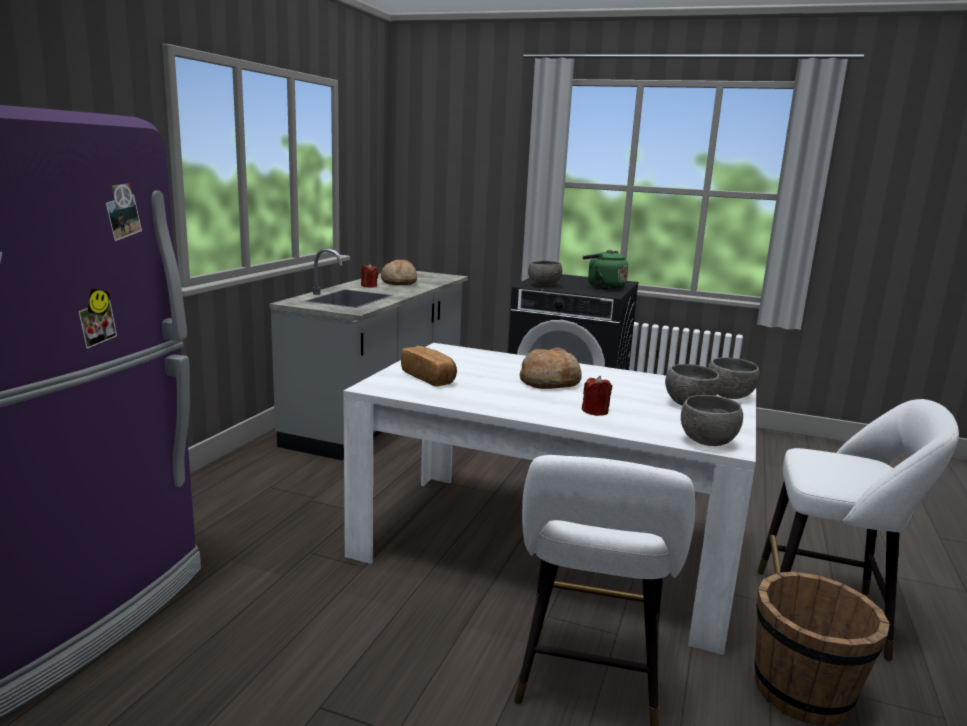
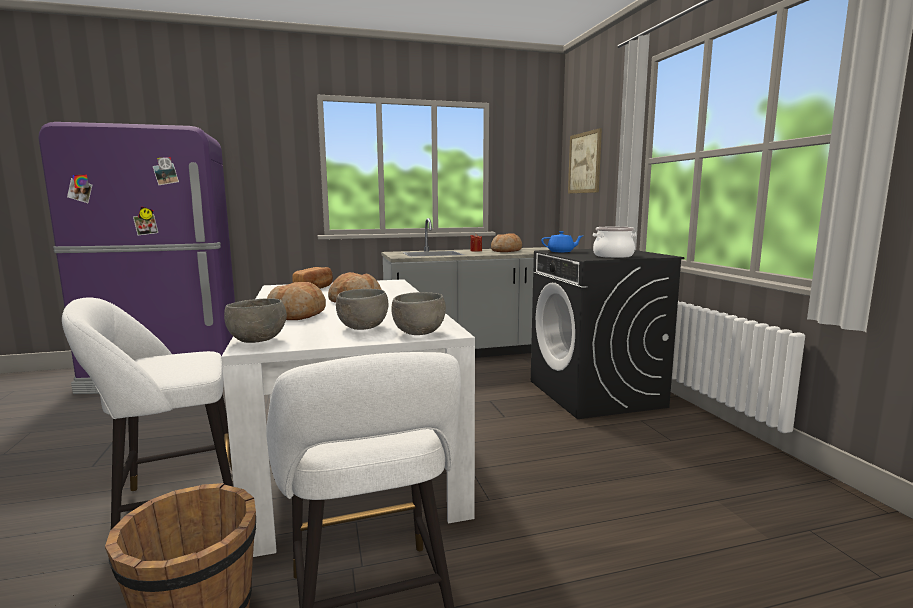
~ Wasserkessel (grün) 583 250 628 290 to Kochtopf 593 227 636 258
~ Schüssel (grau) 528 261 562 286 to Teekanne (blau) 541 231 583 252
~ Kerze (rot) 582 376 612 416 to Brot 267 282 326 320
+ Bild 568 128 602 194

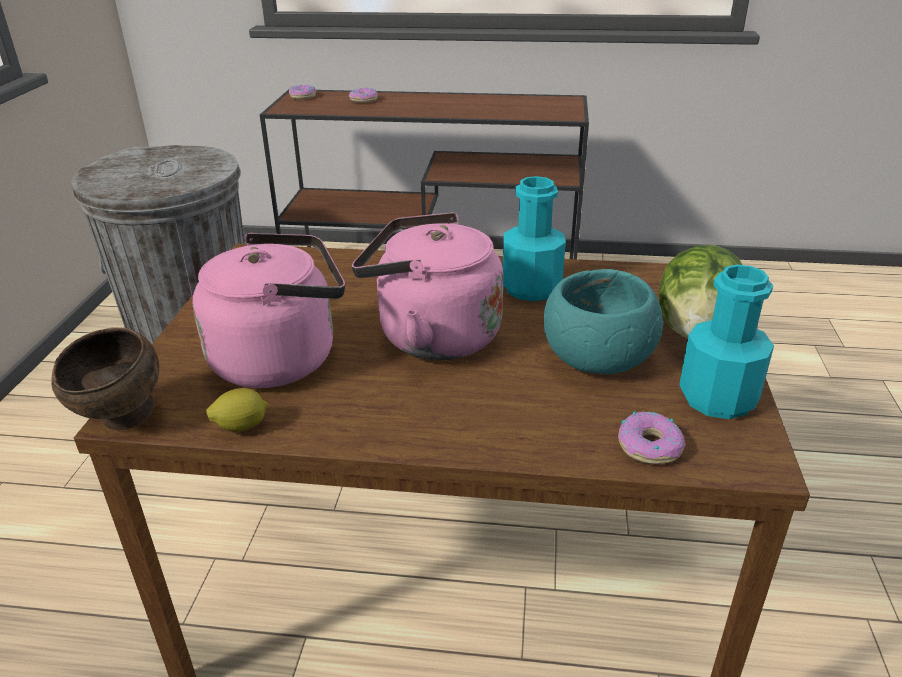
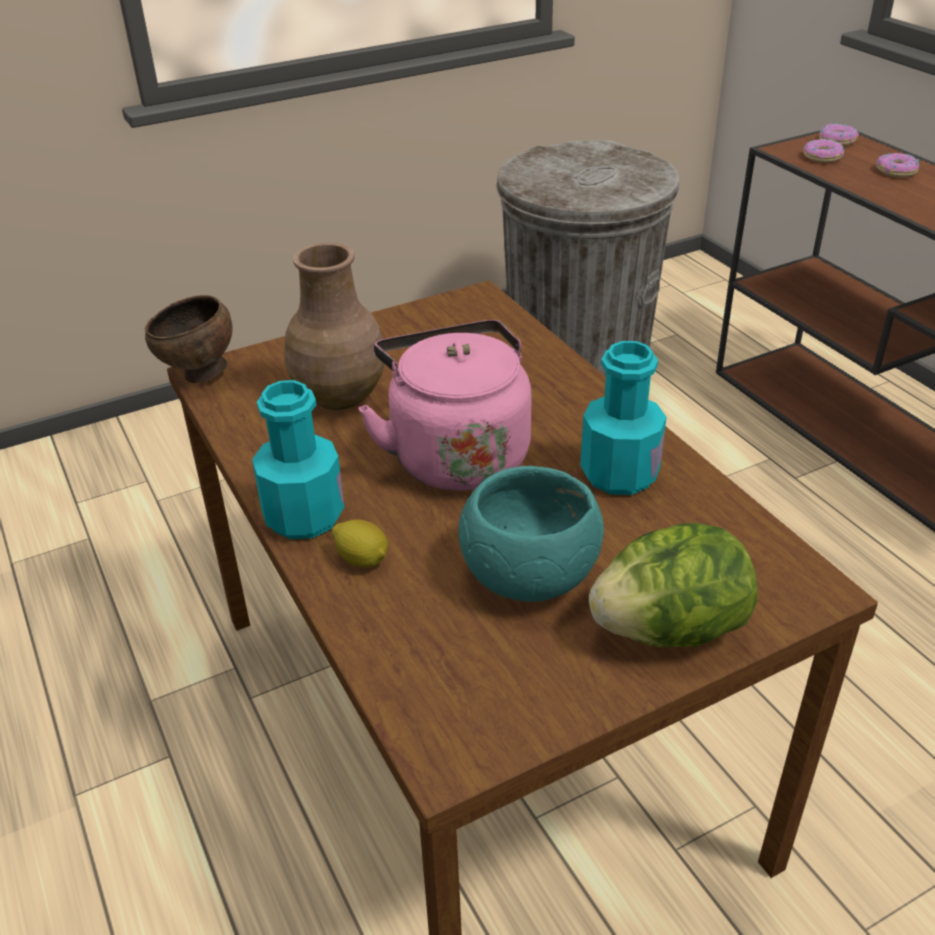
~ Wasserkessel (rosa) 192 233 345 388 to Vase (braun) 284 243 384 410
~ Flasche (türkis) 679 265 774 419 to 252 380 345 539
~ Zitrone 206 388 268 432 to 332 519 388 568
~ Donut 618 412 685 464 to 803 139 844 163

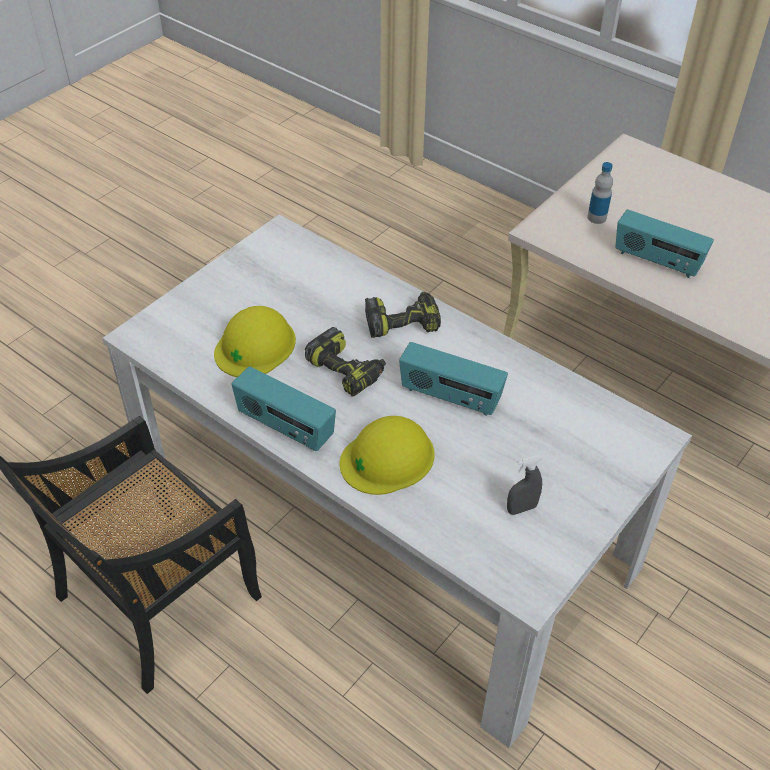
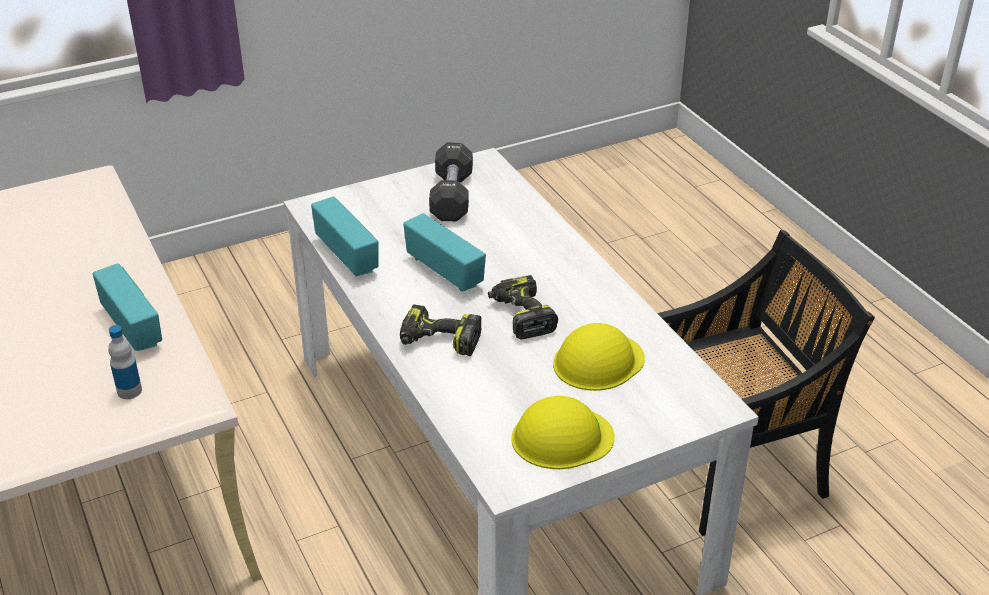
~ Radio 231 366 336 451 to 311 197 379 276
~ Schutzhelm (gelb) 339 416 434 495 to 511 396 615 469
~ Sprühflasche (grau) 507 455 542 515 to Hantel (schwarz) 429 142 473 221

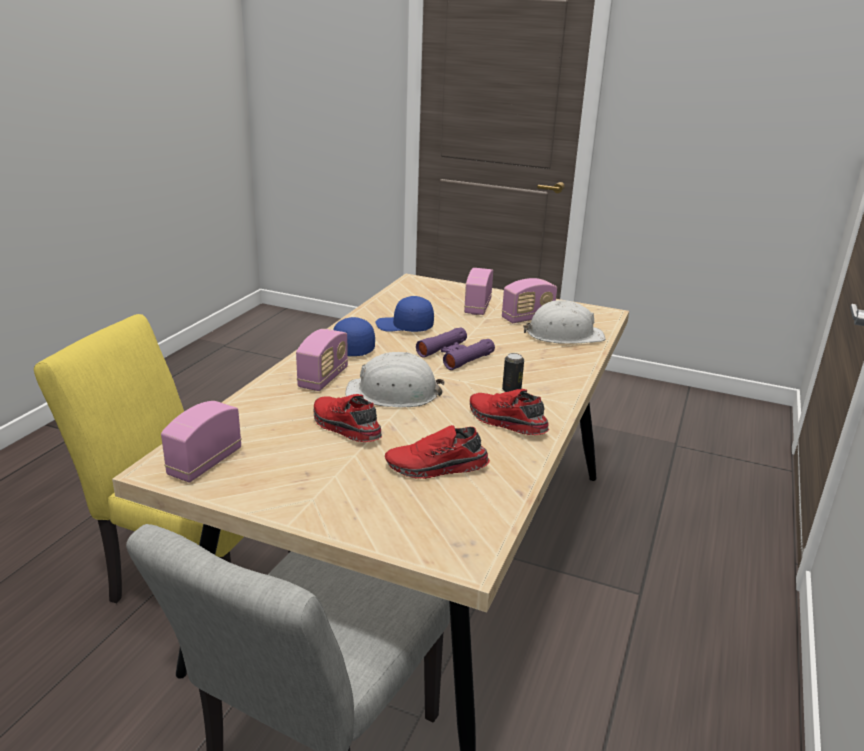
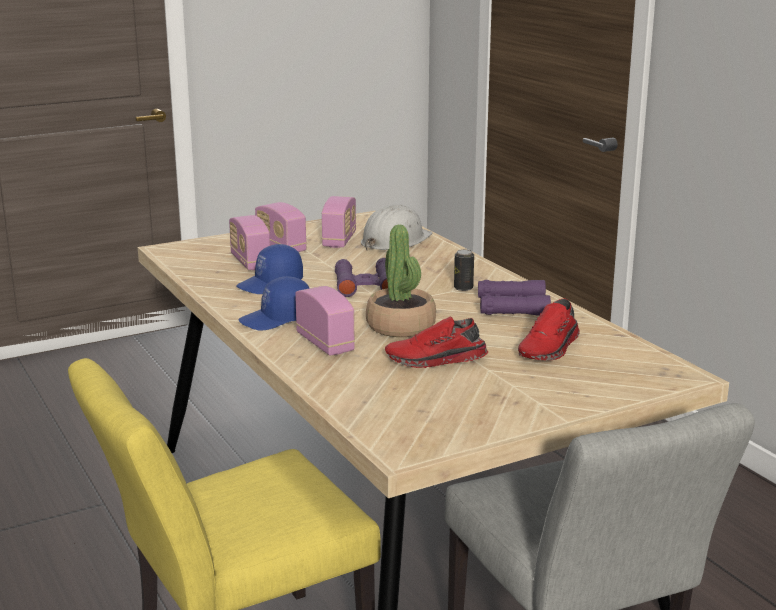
~ Schutzhelm (weiß) 345 352 445 407 to Topfpflanze 366 225 436 337
~ Schuh (rot) 470 389 549 435 to Fernglas (lila) 478 280 551 315
~ Radio 161 401 242 483 to 229 215 270 270

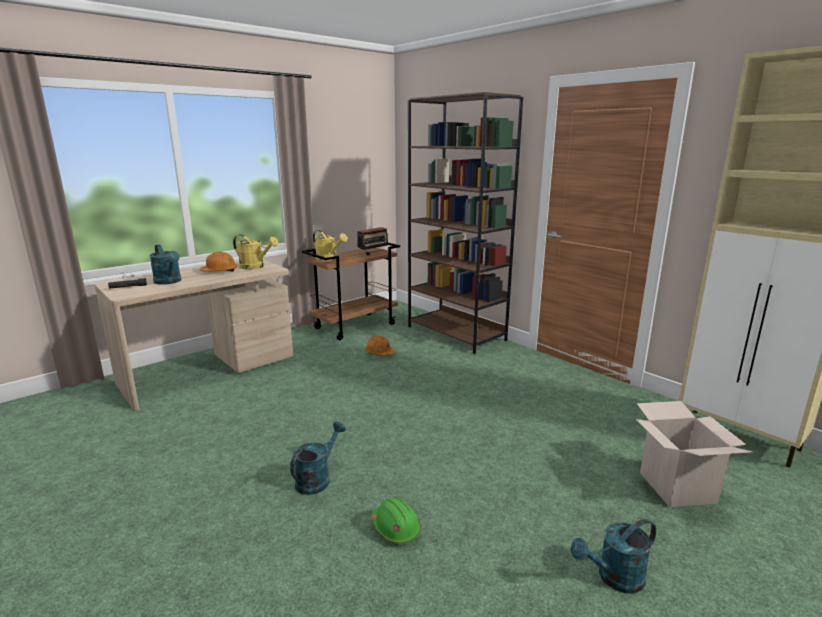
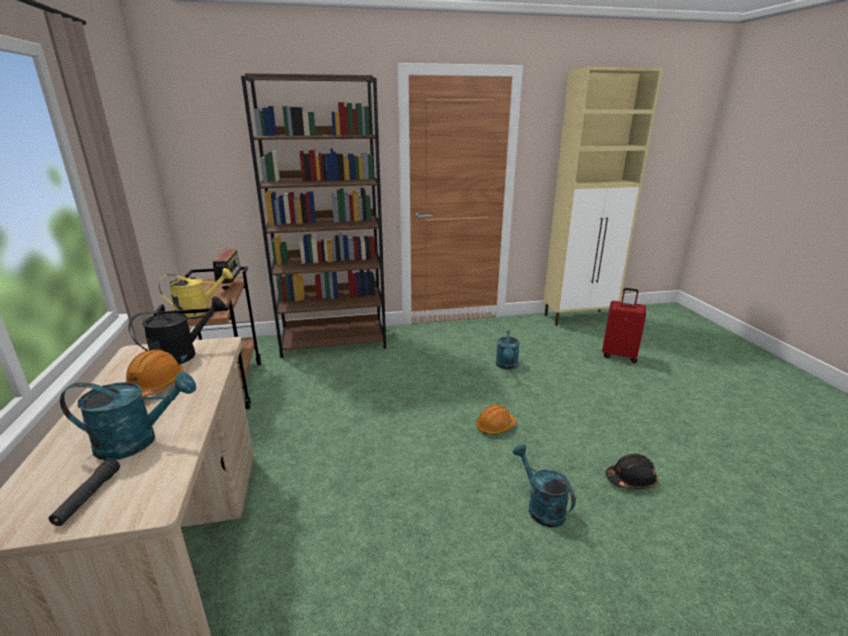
~ Gießkanne (gelb) 233 234 279 269 to Gießkanne (schwarz) 129 296 226 365
~ Schutzhelm (orange) 365 336 395 355 to 476 404 516 435
~ Karton 636 401 753 507 to Koffer (rot) 602 288 646 363
~ Schutzhelm (grün) 370 497 421 544 to Schutzhelm (schwarz) 606 454 658 489
~ Gießkanne (türkis) 571 519 656 593 to 496 330 520 370

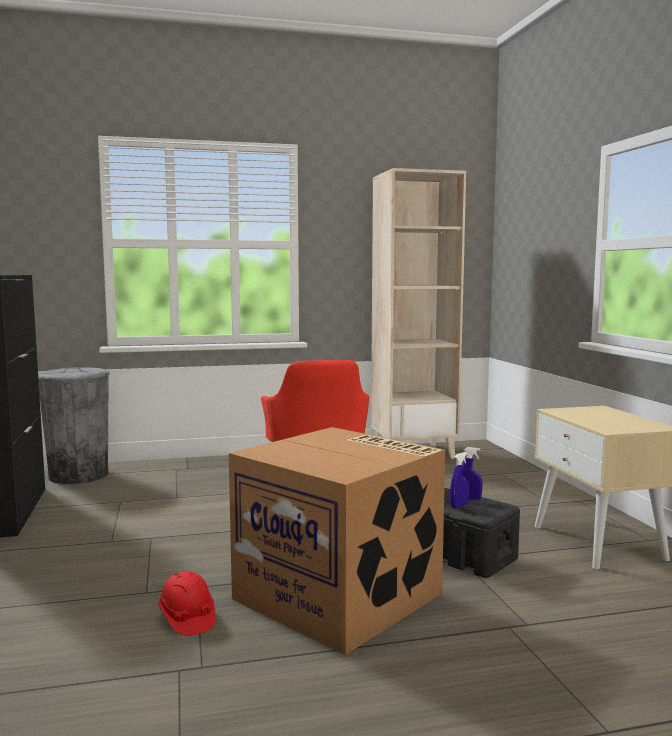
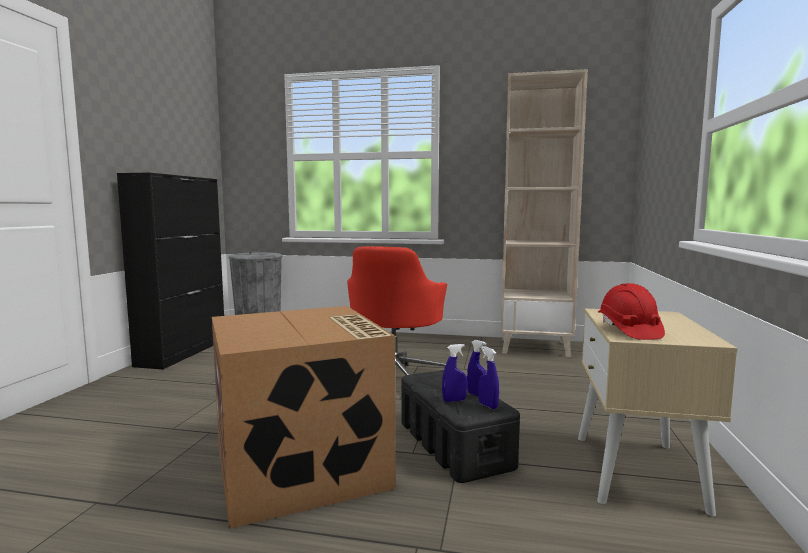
~ Schutzhelm (rot) 158 571 216 636 to 598 283 665 340
+ Sprühflasche (blau) 478 346 499 409

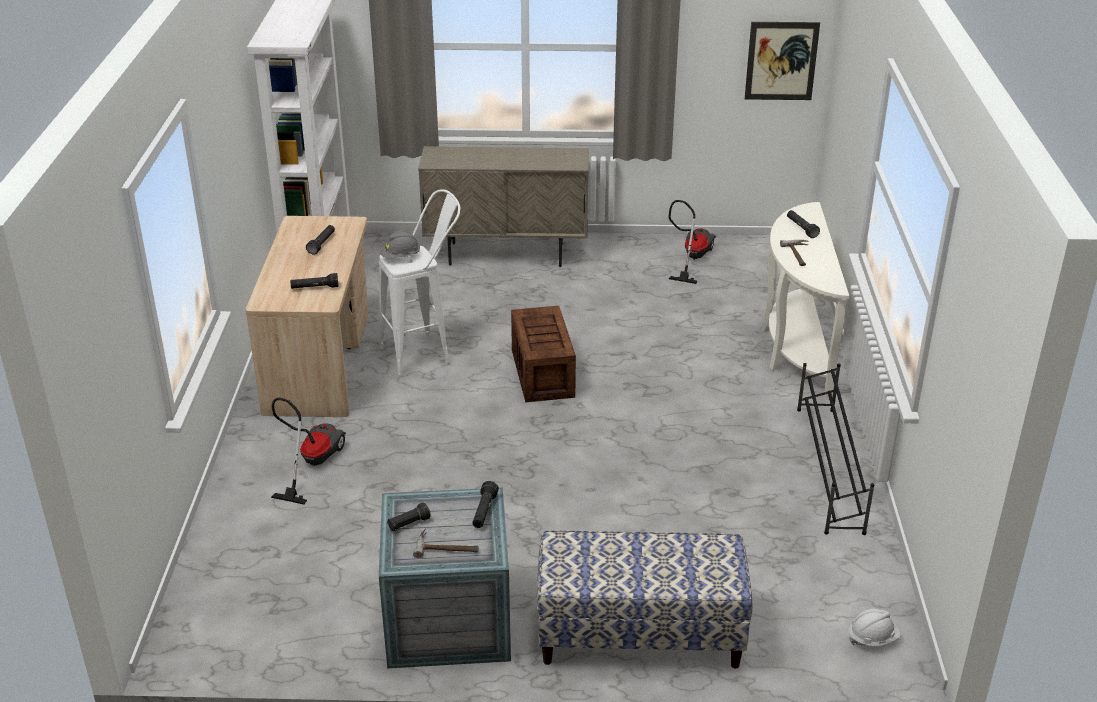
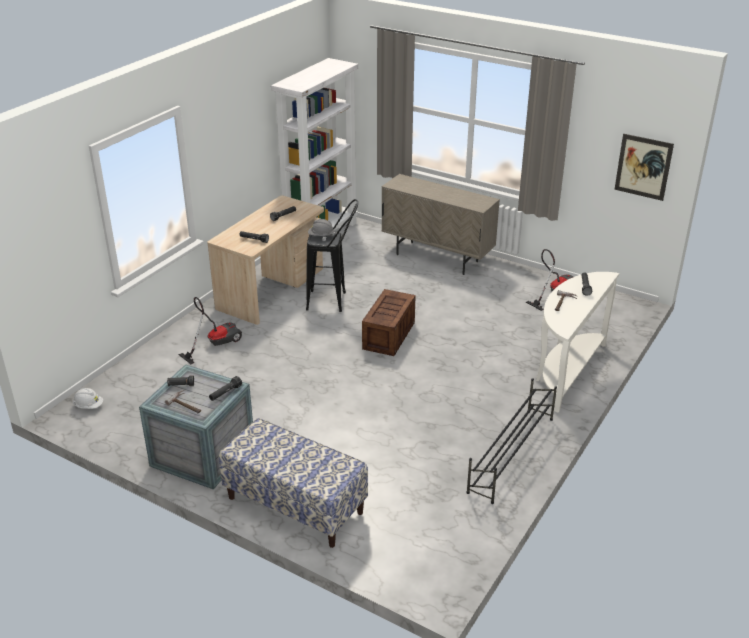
~ Hocker (weiß) 379 189 460 375 to Hocker (schwarz) 306 199 358 312
~ Schutzhelm (weiß) 849 609 901 646 to 73 388 103 409

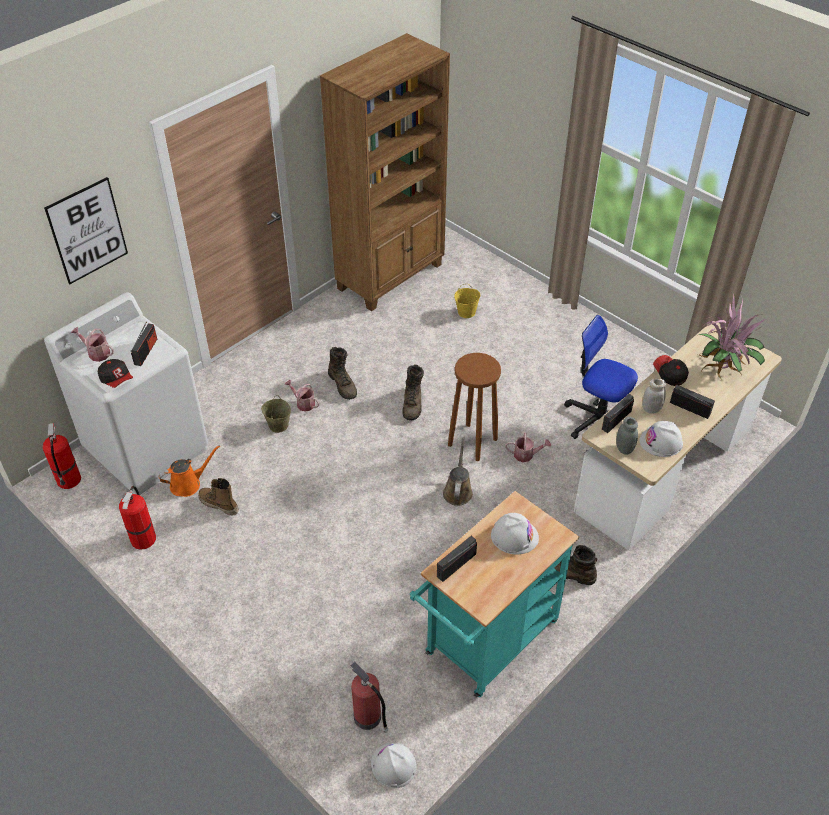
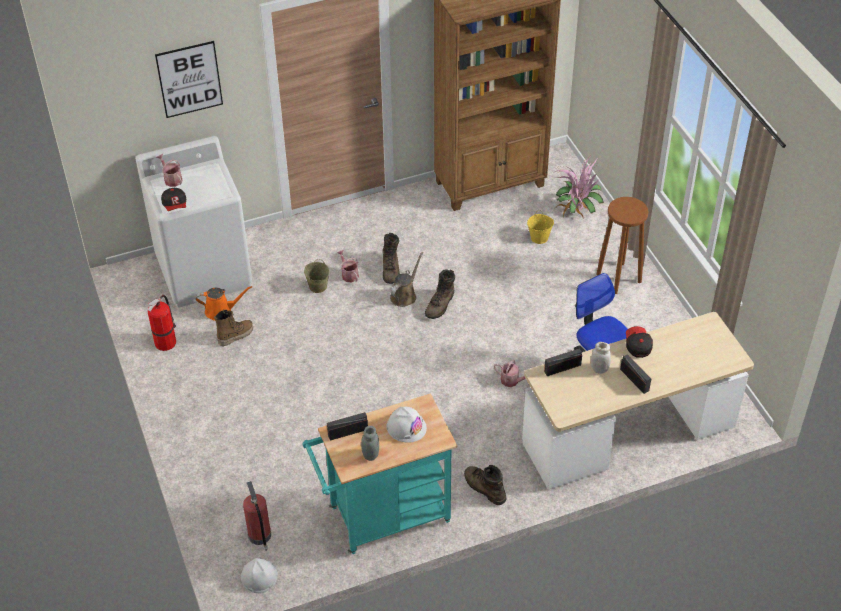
~ Topfpflanze 696 292 766 380 to 553 155 604 219
- Radio 131 321 157 366
~ Hocker (braun) 448 353 501 461 to 596 197 648 294
~ Vorratsglas (grau) 616 417 638 455 to 361 426 379 461
- Schutzhelm (weiß) 639 421 683 457
- Feuerlöscher 42 423 81 489
~ Gießkanne (braun) 443 437 473 506 to 390 252 423 307
~ Stiefel 198 478 239 516 = 214 310 253 346 90 degrees clockwise

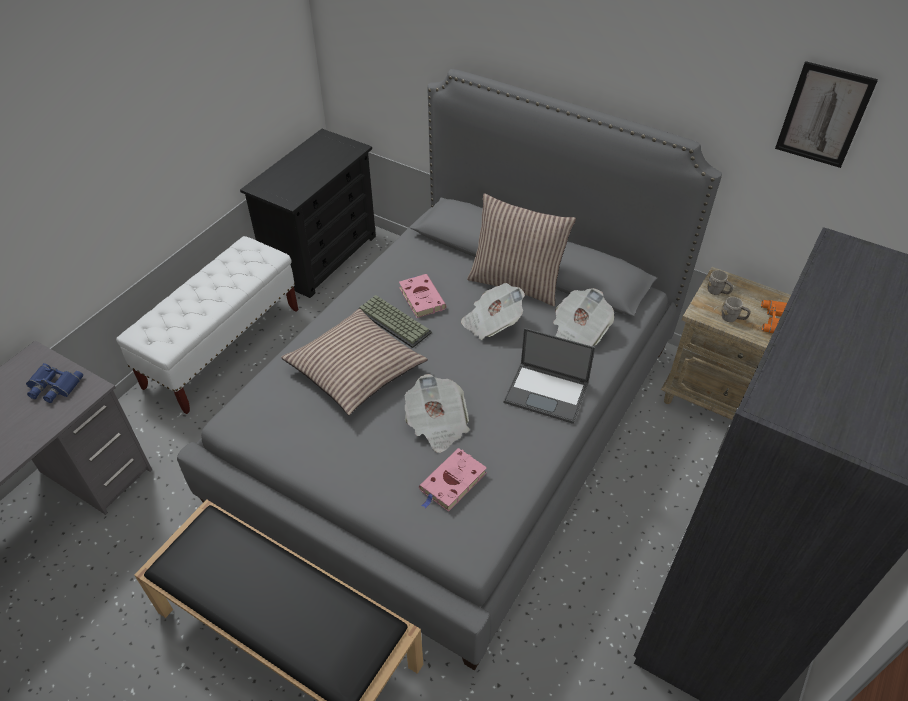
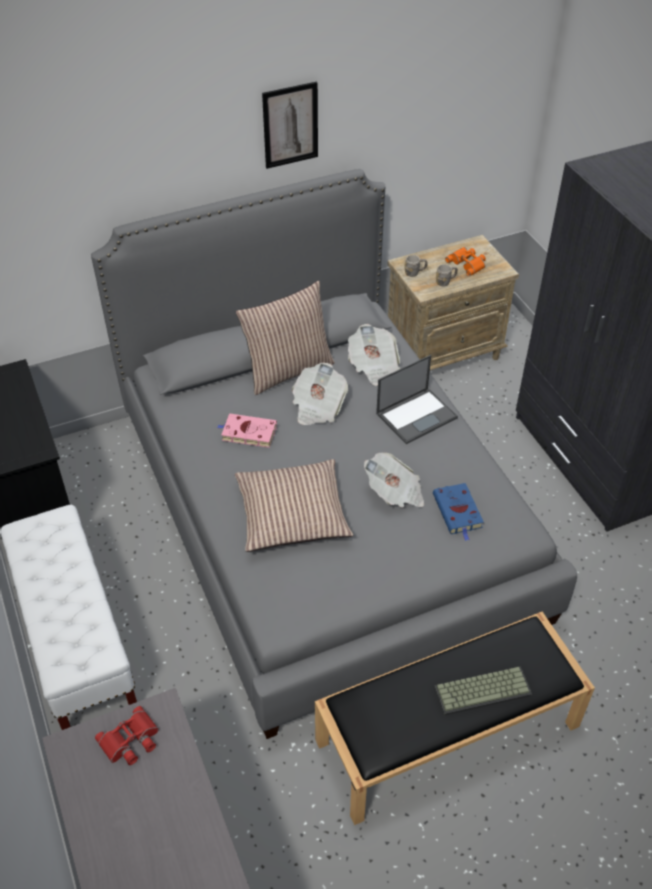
~ Bild 775 61 878 168 to 262 81 318 169
~ Tastatur 357 295 432 348 to 434 667 532 715
~ Fernglas (blau) 26 363 83 403 to Fernglas (rot) 95 706 159 765
~ Buch (rosa) 419 448 487 512 to Buch (blau) 433 483 484 541

